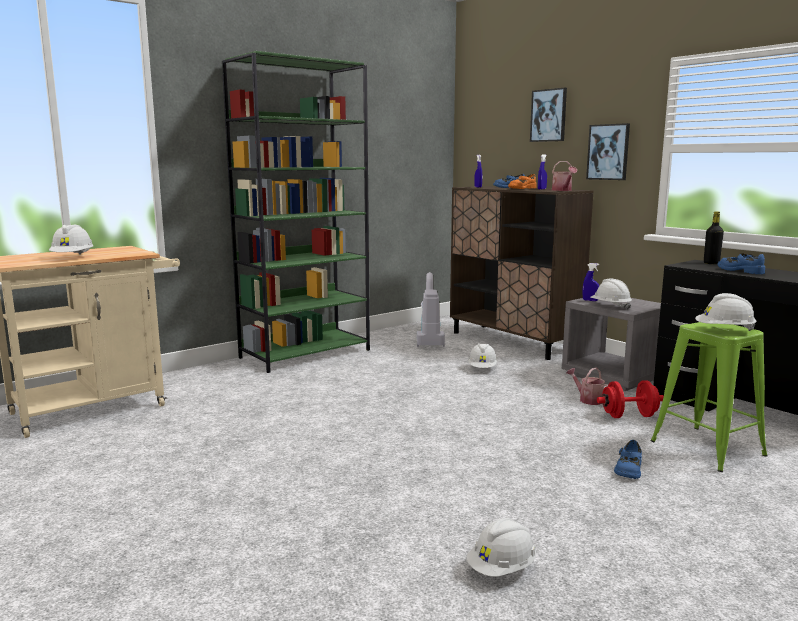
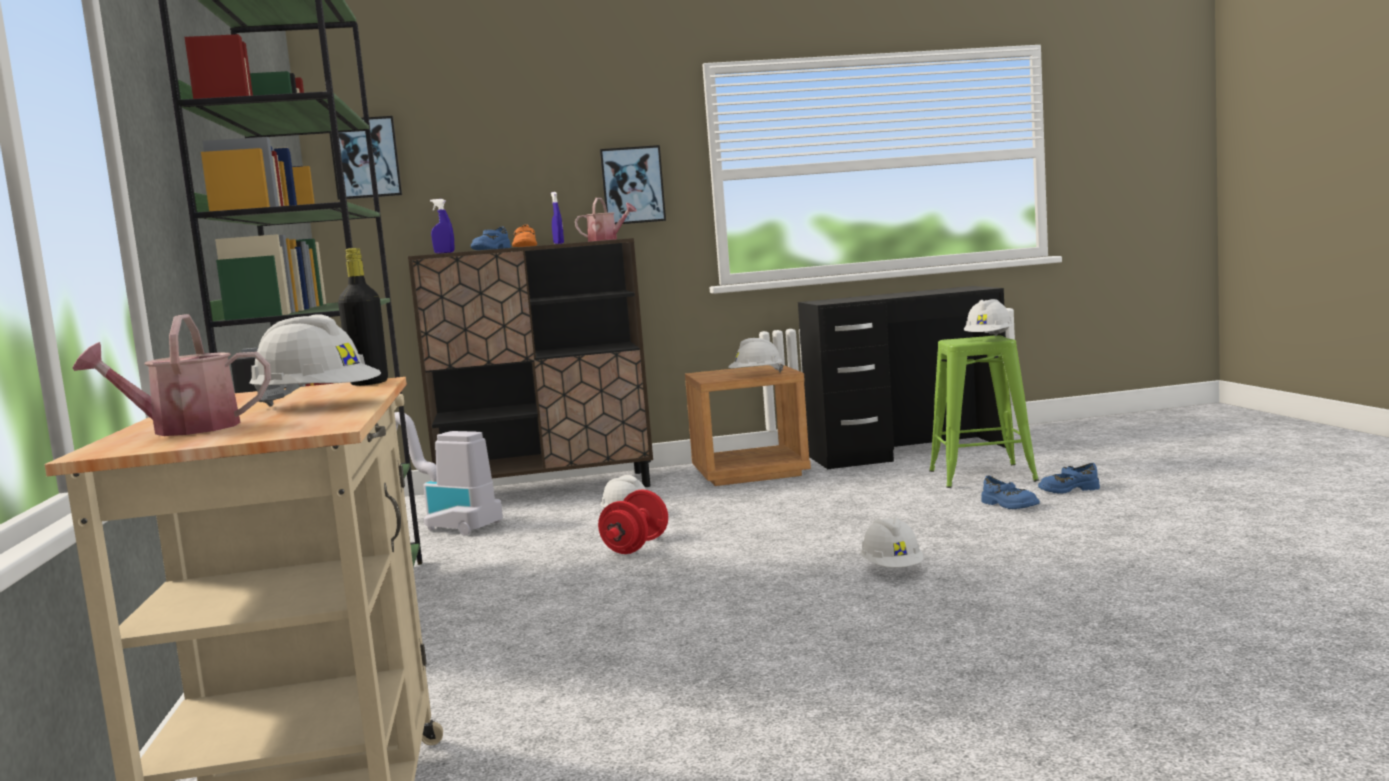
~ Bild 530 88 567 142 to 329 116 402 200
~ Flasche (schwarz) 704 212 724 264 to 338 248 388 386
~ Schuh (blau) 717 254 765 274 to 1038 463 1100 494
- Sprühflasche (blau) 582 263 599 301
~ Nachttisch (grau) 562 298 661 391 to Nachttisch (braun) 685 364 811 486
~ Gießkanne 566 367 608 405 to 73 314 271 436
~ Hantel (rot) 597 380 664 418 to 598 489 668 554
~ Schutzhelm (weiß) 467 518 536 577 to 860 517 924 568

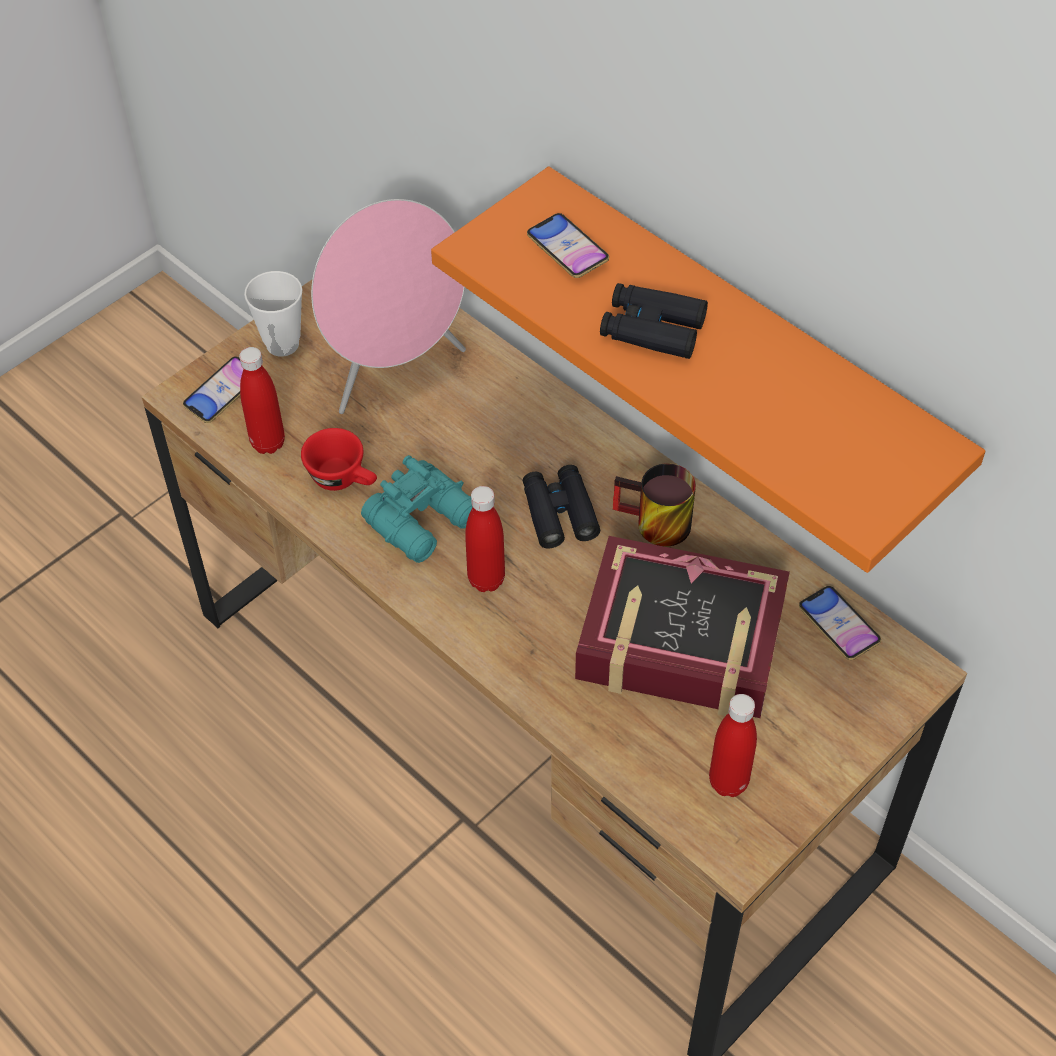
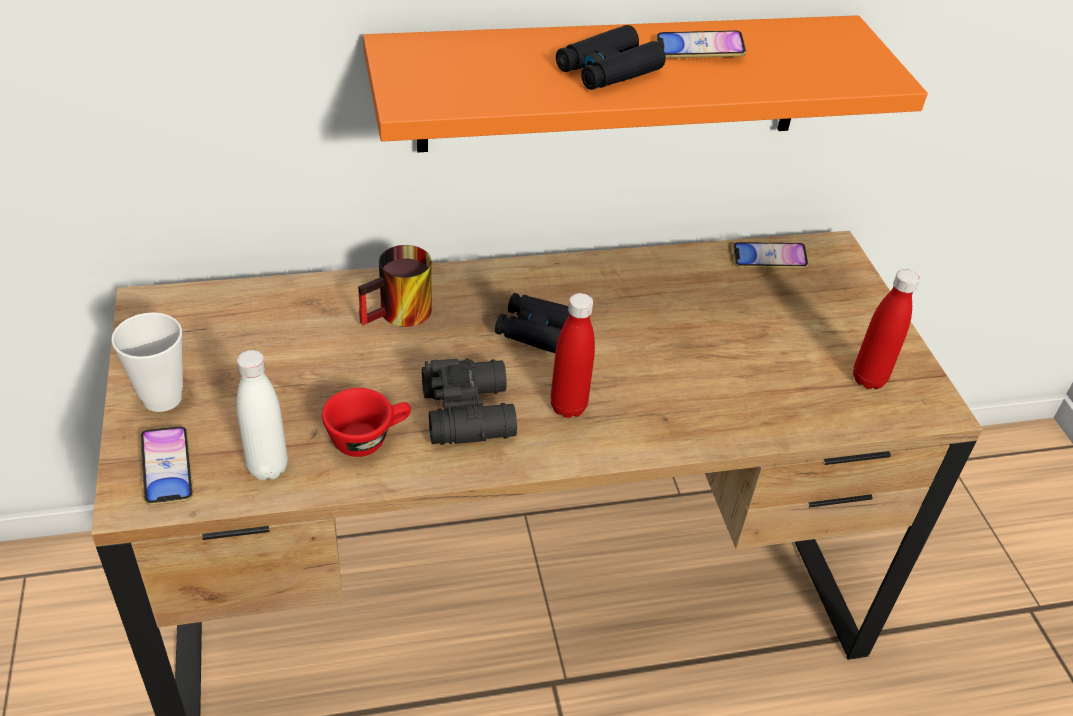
- Lautsprecher (rosa) 311 199 466 414
~ Handy 527 213 609 278 to 656 30 746 58
~ Flasche (rot) 239 347 285 454 to Flasche (weiß) 236 350 288 480
~ Fernglas (türkis) 361 455 473 563 to Fernglas (schwarz) 422 358 517 445
~ Henkelbecher 613 463 696 547 to 358 245 432 327
- Buch 575 536 790 718

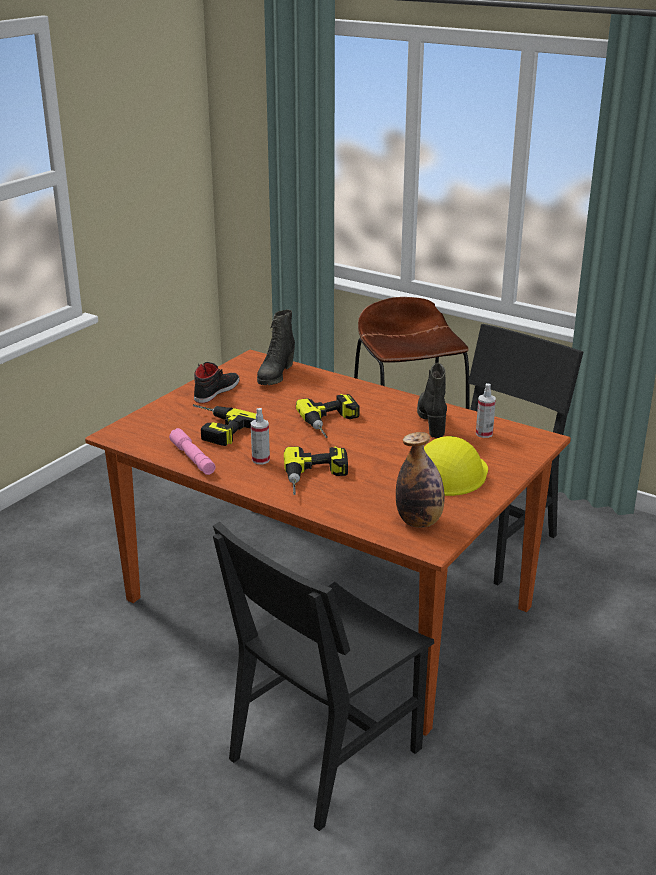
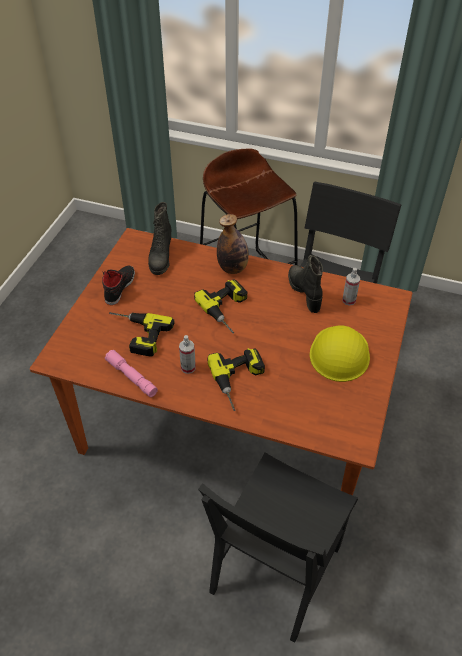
~ Flasche 396 432 445 528 to 217 214 249 274

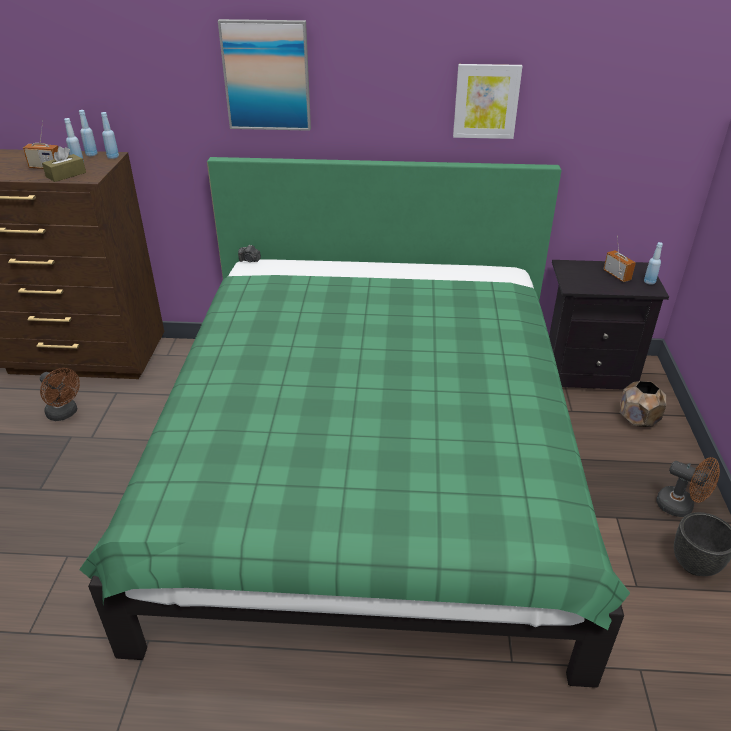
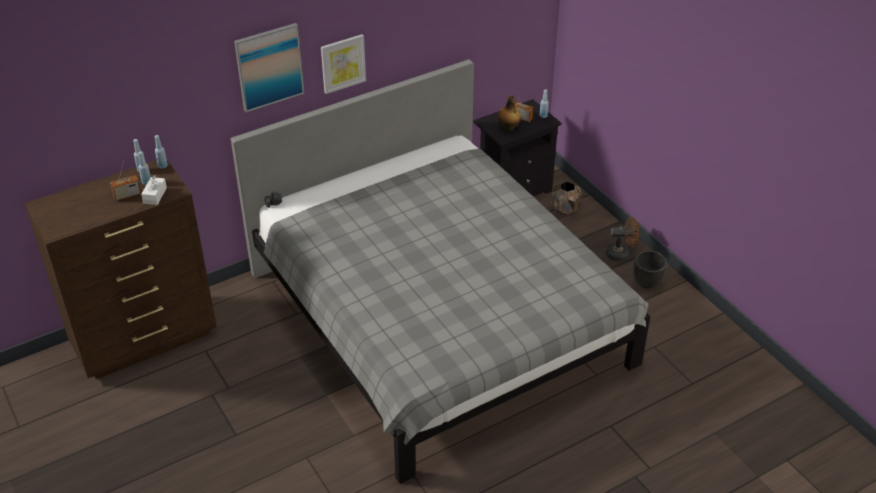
~ Bild 453 64 523 139 to 321 34 366 94
~ Taschentuchbox (braun) 42 146 86 182 to Taschentuchbox (weiß) 141 175 167 205
~ Bett (grün) 79 157 630 688 to Bett (grau) 231 59 650 484
- Ventilator (braun) 40 368 80 421
+ Flasche 498 95 521 131

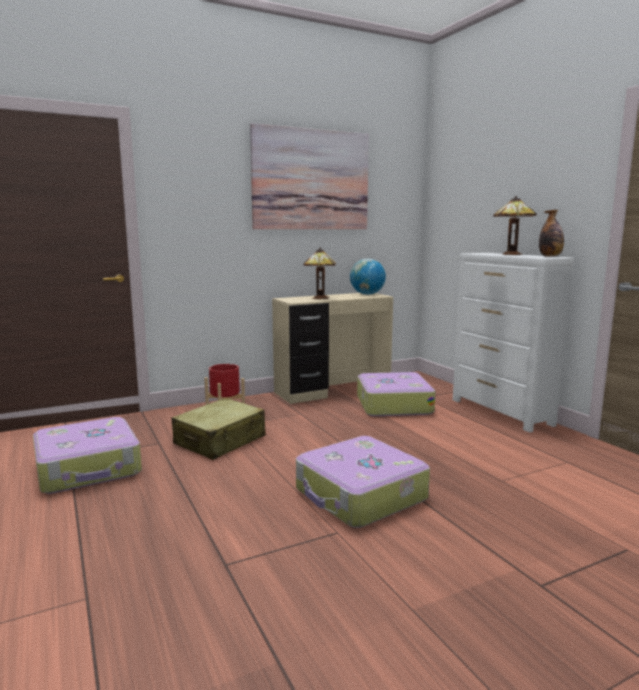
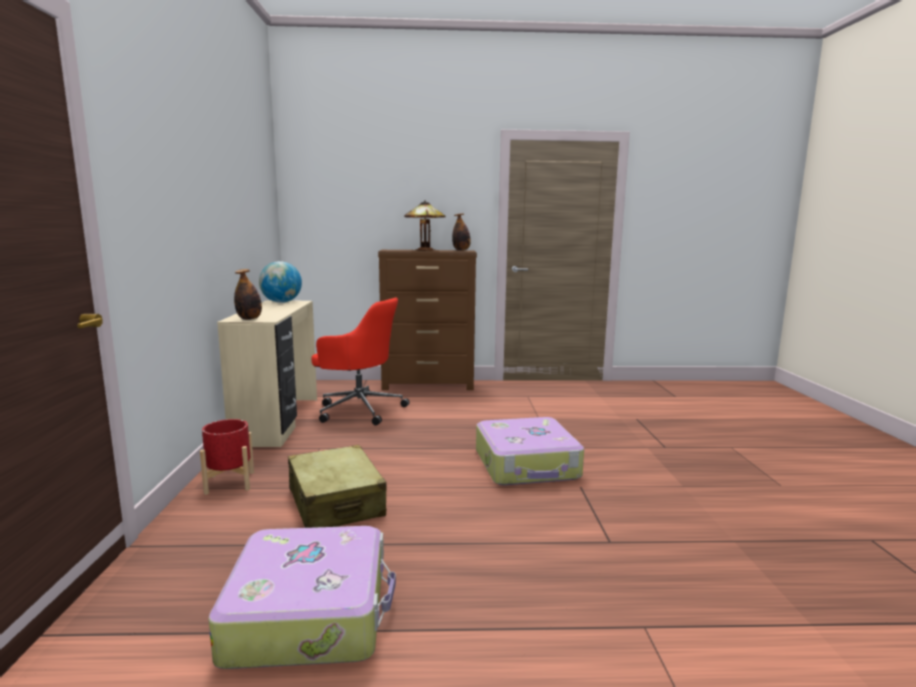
- Bild 250 123 369 229
- Tischlampe 303 247 336 299
~ Kommode (weiß) 453 253 574 432 to Kommode (braun) 378 250 477 390
~ Koffer 357 372 435 416 to Bürostuhl (rot) 311 297 410 425
+ Flasche 234 269 262 320

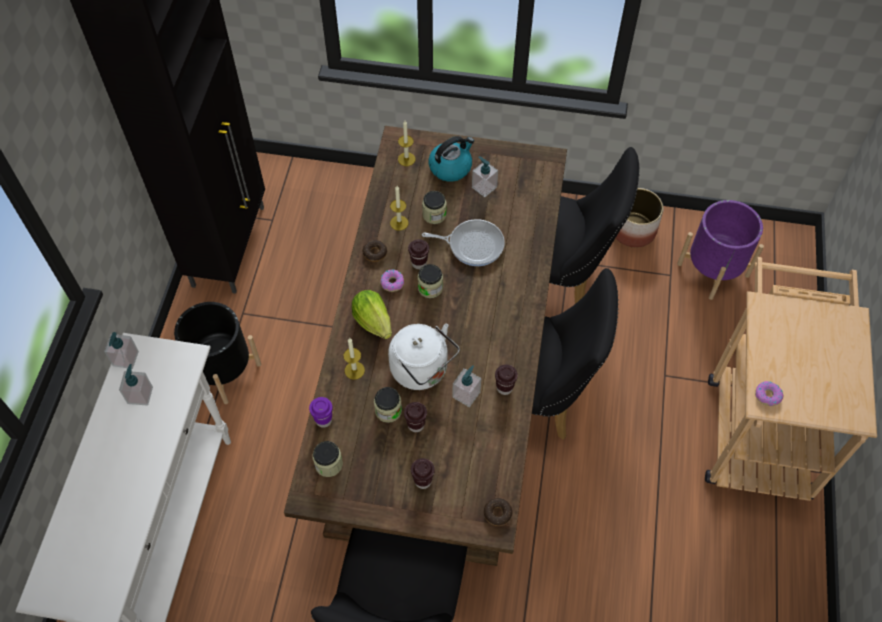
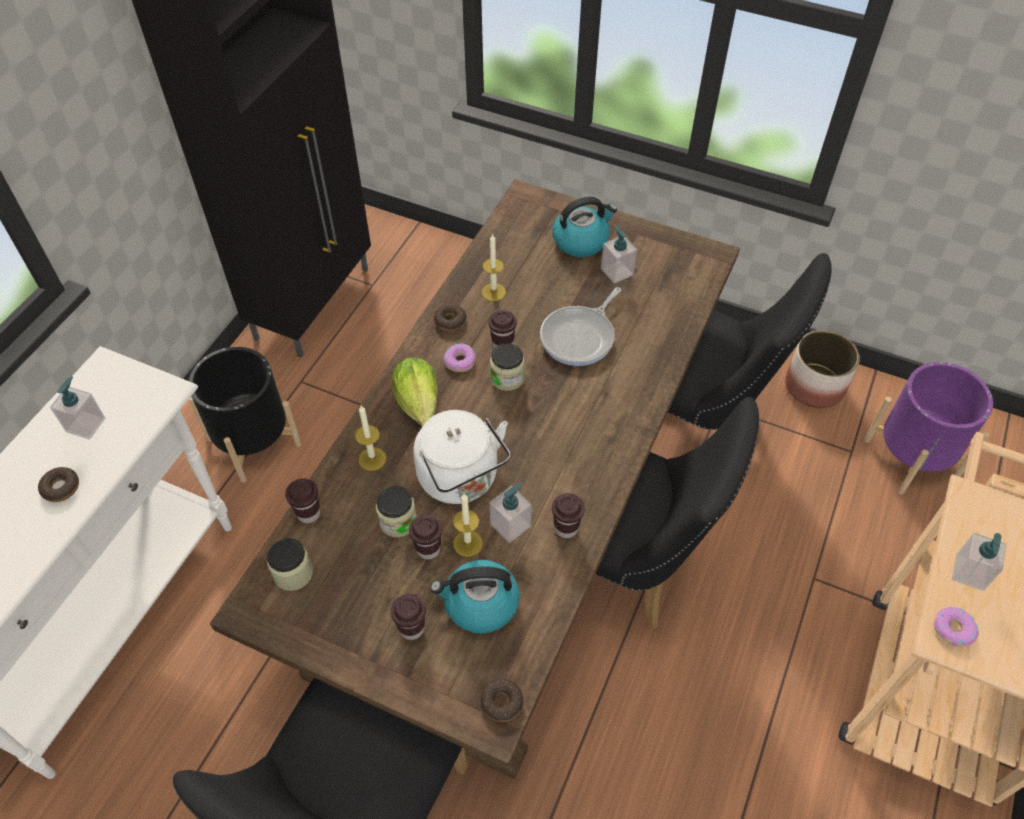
~ Kerze 398 121 415 166 to 453 494 483 557
- Vorratsglas 422 191 447 224
~ Pfanne 422 219 505 266 = 540 287 621 366 105 degrees clockwise
~ Seifenspender 104 332 139 369 to 952 533 1006 591
~ Tasse (lila) 309 397 333 428 to Tasse (braun) 285 478 320 523
+ Donut 38 467 79 502
+ Wasserkessel 430 560 520 634

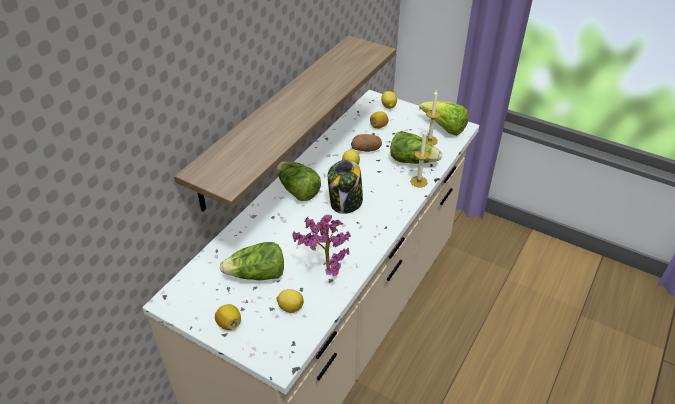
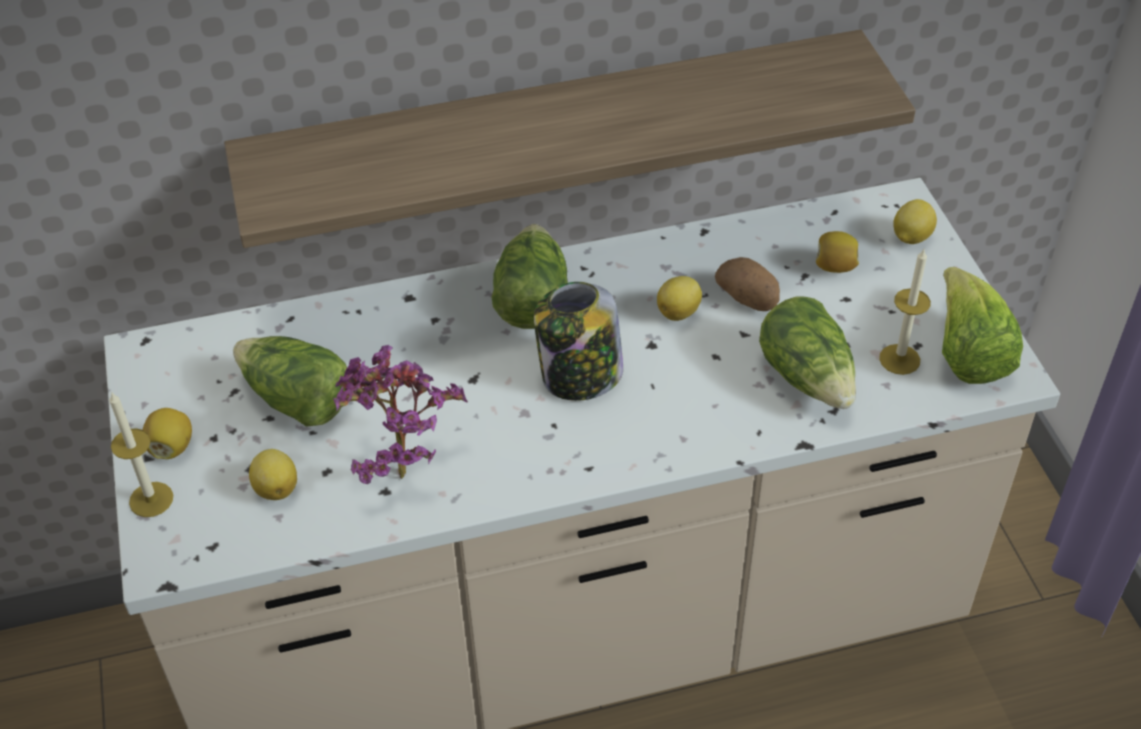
~ Kerze 410 130 430 187 to 109 392 173 517

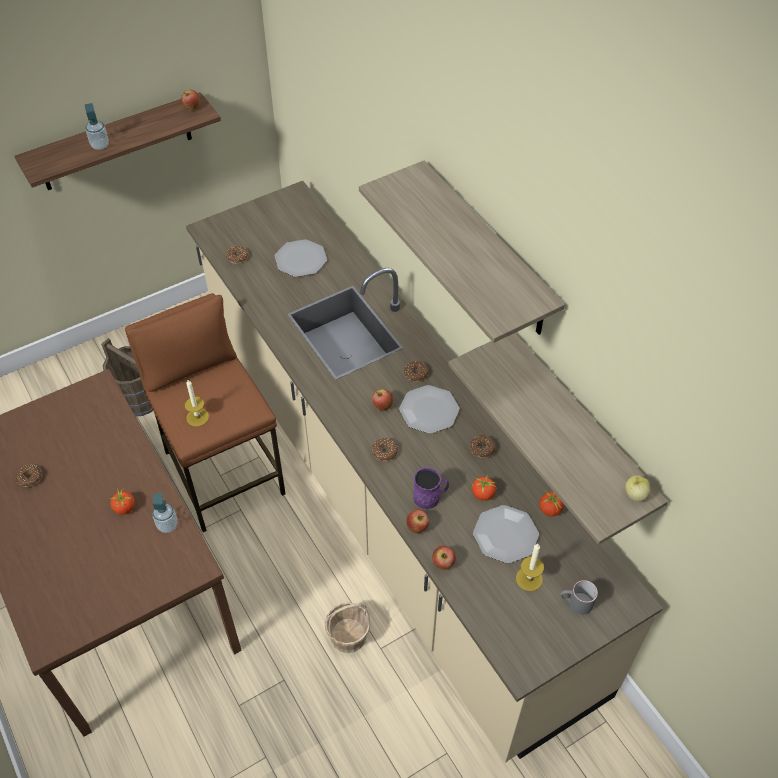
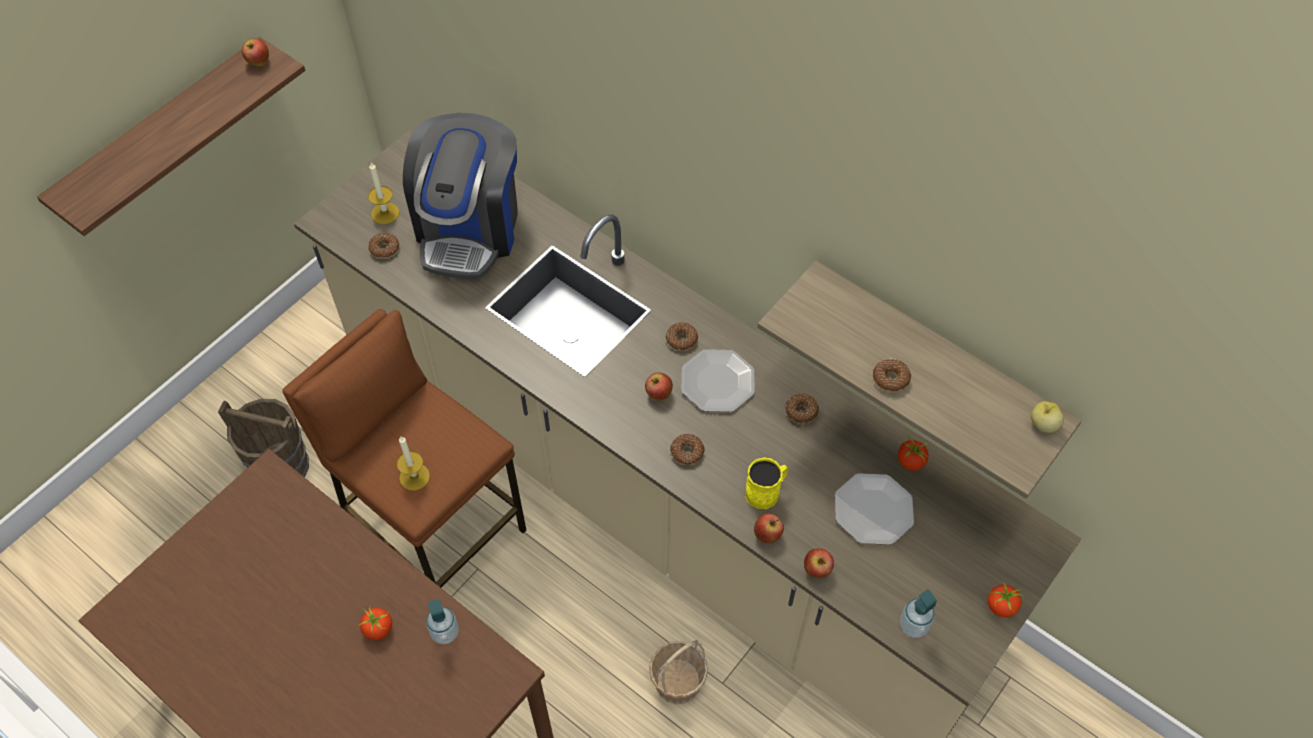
~ Seifenspender 85 103 109 150 to 900 590 937 638
- Wandregal 359 160 565 343
~ Teller 275 239 327 277 to Kaffeemaschine 403 113 517 279
~ Donut 16 465 42 487 to 873 359 911 392
~ Henkelbecher (lila) 413 467 449 509 to Henkelbecher (gelb) 745 457 788 509
~ Tomate 472 476 497 501 to 988 581 1024 617
~ Kerze 516 544 544 591 to 368 163 399 224
- Henkelbecher (grau) 560 580 598 615

